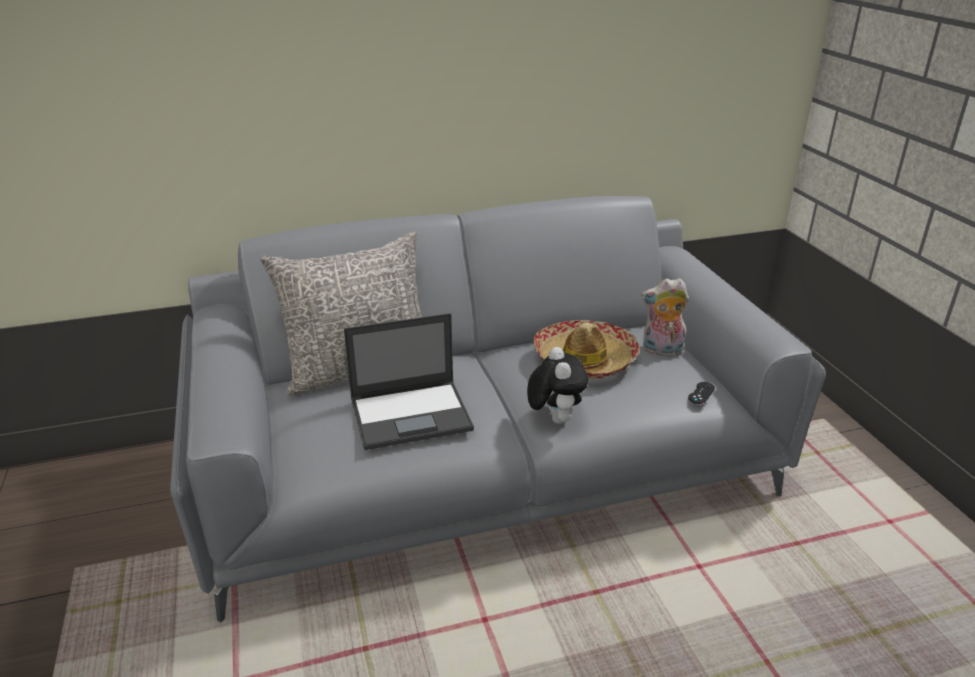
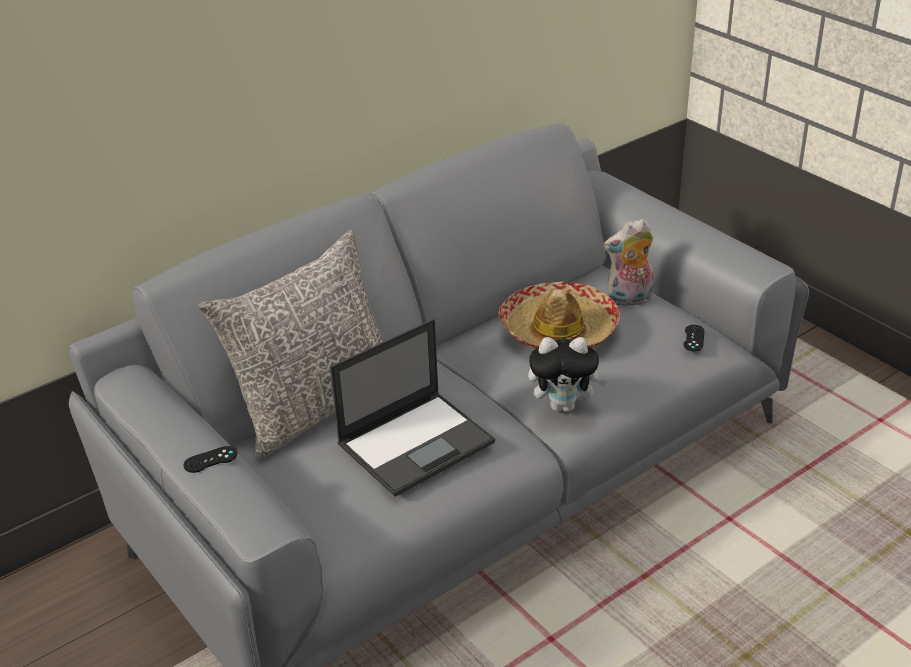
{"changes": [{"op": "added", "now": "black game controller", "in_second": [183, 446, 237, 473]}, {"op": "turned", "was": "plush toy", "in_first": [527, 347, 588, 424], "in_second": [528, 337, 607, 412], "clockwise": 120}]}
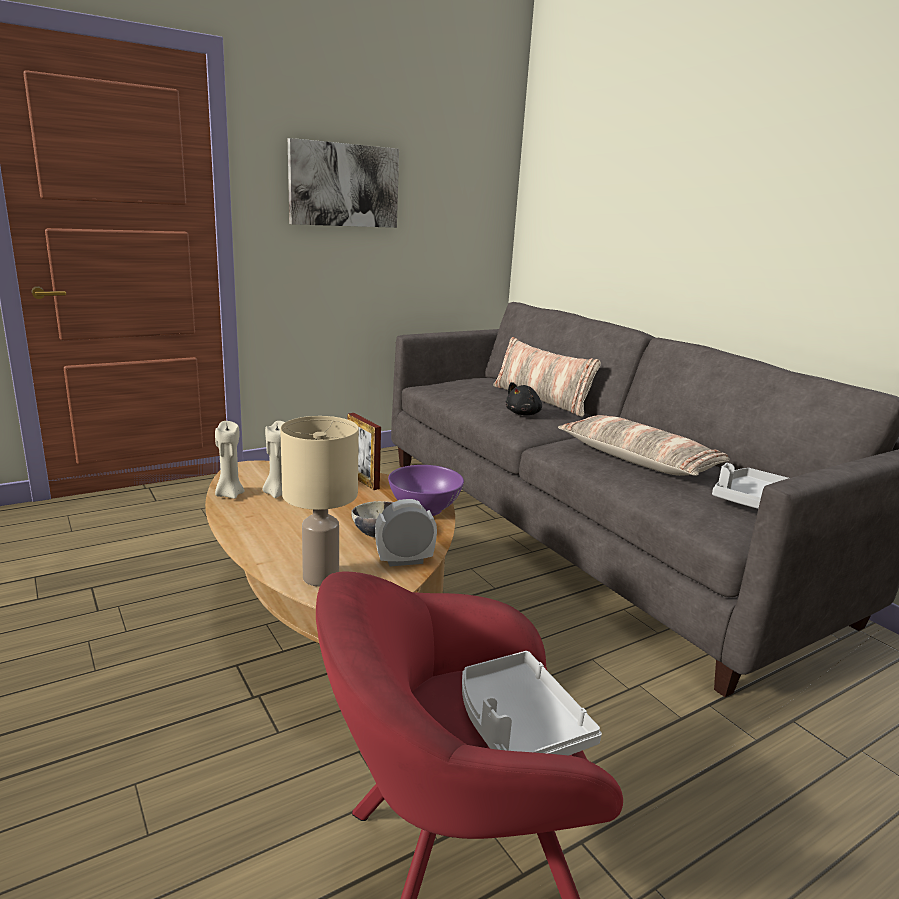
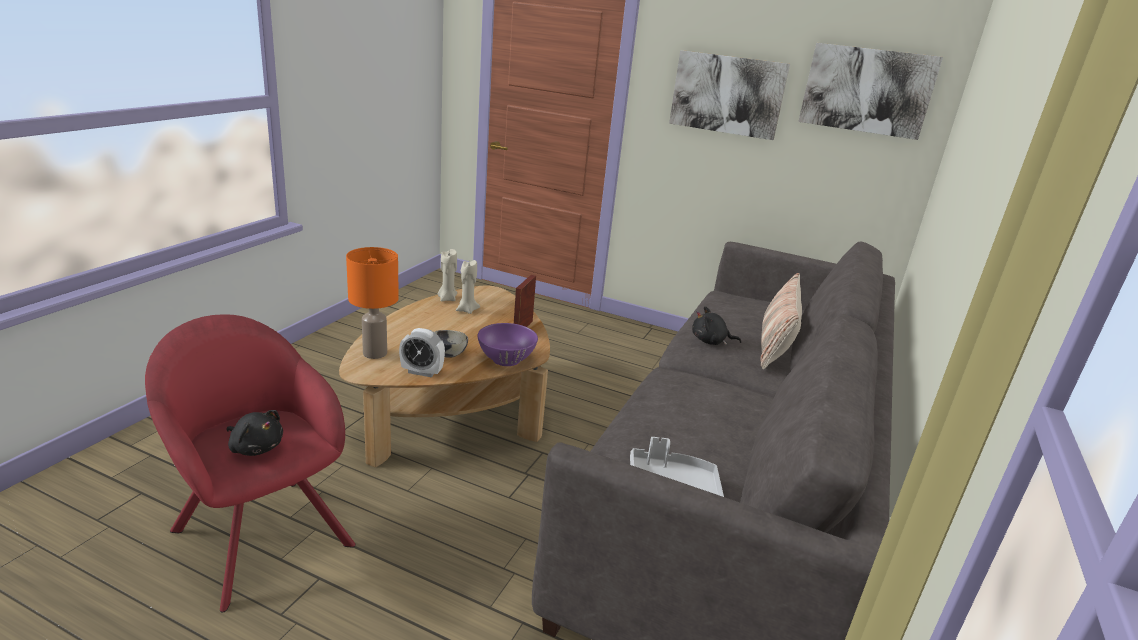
{"changes": [{"op": "removed", "was": "pillow", "in_first": [558, 415, 730, 476]}, {"op": "added", "now": "picture", "in_second": [798, 43, 943, 140]}, {"op": "replaced", "was": "grey tray", "now": "black plush toy", "in_first": [462, 651, 602, 756], "in_second": [227, 410, 283, 456]}, {"op": "recoloured", "was": "beige table lamp", "now": "orange table lamp", "in_first": [280, 416, 359, 586], "in_second": [346, 247, 399, 359]}, {"op": "turned", "was": "alarm clock", "in_first": [375, 499, 437, 567], "in_second": [399, 328, 445, 378], "clockwise": 150}]}
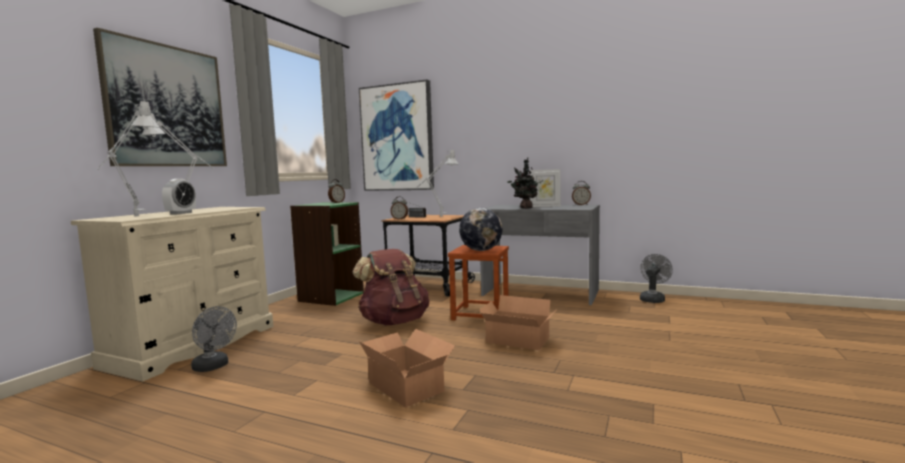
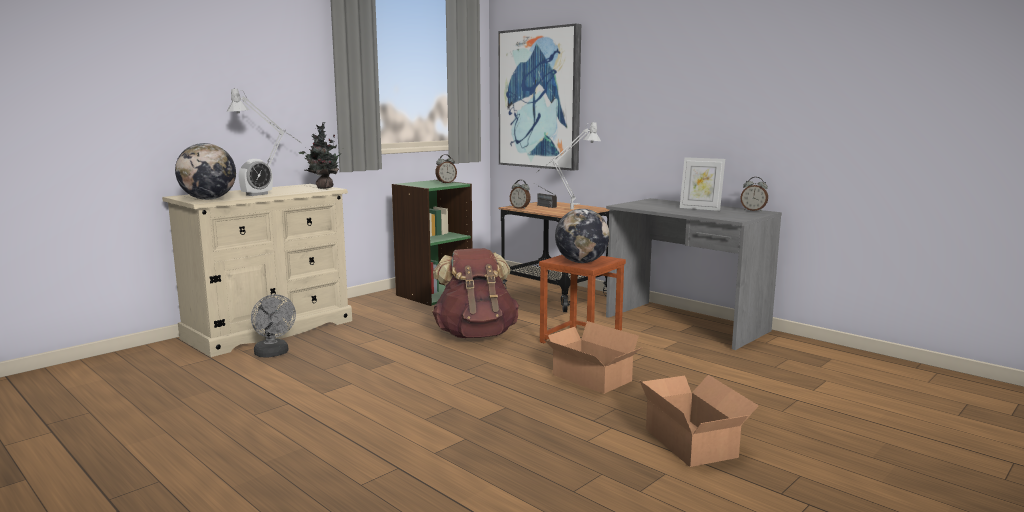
{"changes": [{"op": "removed", "was": "picture", "in_first": [93, 28, 227, 166]}, {"op": "removed", "was": "grey fan", "in_first": [640, 254, 673, 303]}, {"op": "moved", "was": "cardboard box", "in_first": [359, 329, 455, 408], "in_second": [639, 375, 759, 467]}, {"op": "moved", "was": "potted plant", "in_first": [507, 157, 543, 209], "in_second": [299, 122, 341, 189]}, {"op": "replaced", "was": "grey table lamp", "now": "globe", "in_first": [97, 99, 159, 217], "in_second": [175, 143, 236, 200]}]}
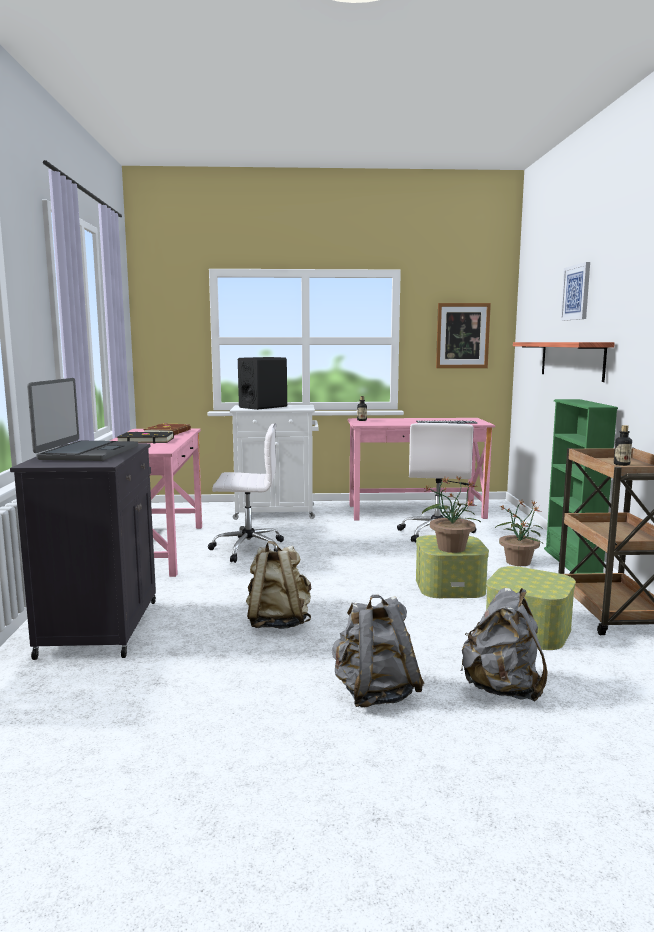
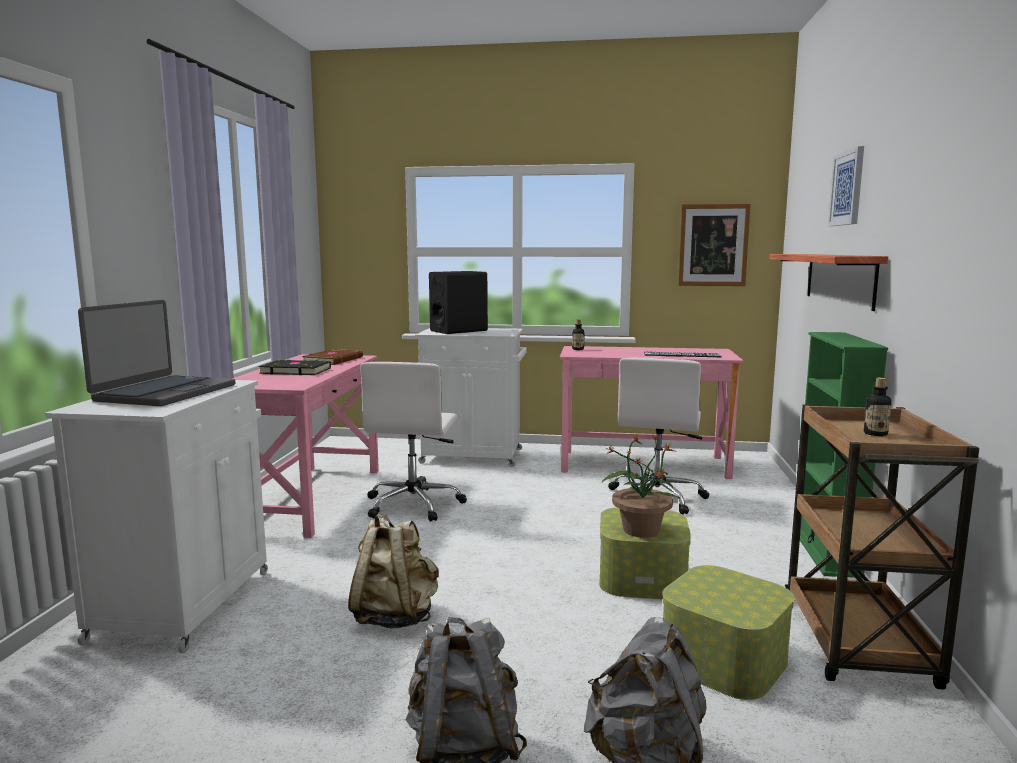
{"changes": [{"op": "removed", "was": "potted plant", "in_first": [494, 500, 542, 566]}, {"op": "recoloured", "was": "black cabinet", "now": "white cabinet", "in_first": [10, 443, 156, 660], "in_second": [45, 380, 268, 653]}, {"op": "turned", "was": "white office chair", "in_first": [208, 423, 284, 563], "in_second": [360, 362, 467, 522], "clockwise": 90}]}
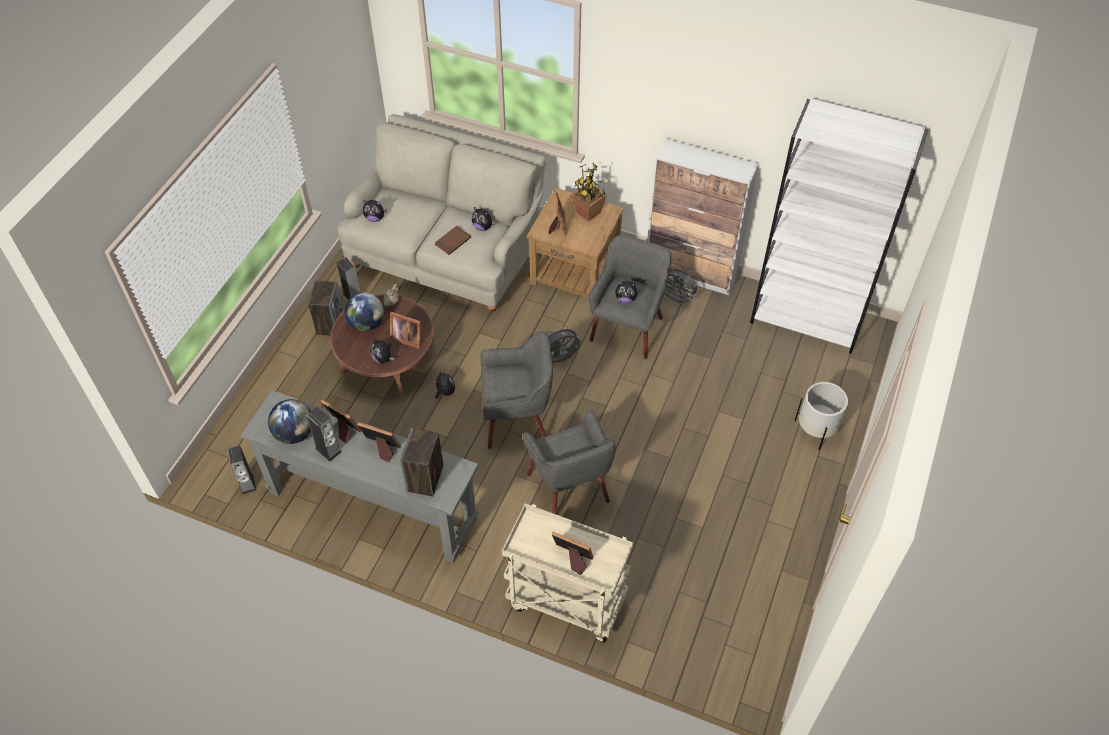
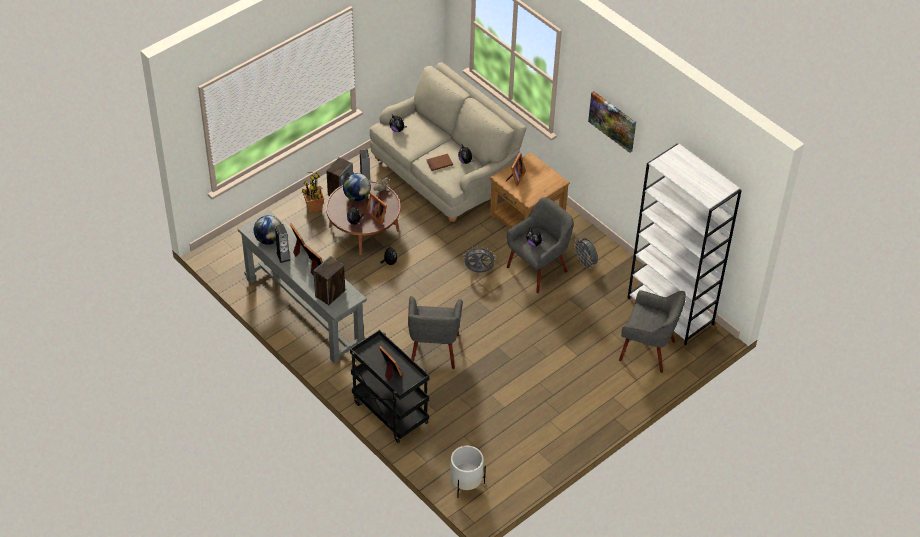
{"changes": [{"op": "removed", "was": "speaker", "in_first": [228, 446, 257, 495]}, {"op": "removed", "was": "cabinet", "in_first": [647, 138, 759, 295]}, {"op": "added", "now": "picture", "in_second": [588, 91, 636, 153]}, {"op": "moved", "was": "grey armchair", "in_first": [480, 331, 553, 449], "in_second": [619, 290, 686, 373]}, {"op": "moved", "was": "potted plant", "in_first": [571, 163, 607, 222], "in_second": [302, 172, 324, 213]}, {"op": "moved", "was": "white planter", "in_first": [795, 382, 848, 450], "in_second": [450, 446, 486, 498]}, {"op": "recoloured", "was": "beige cart", "now": "black cart", "in_first": [502, 504, 633, 643], "in_second": [350, 330, 429, 444]}]}
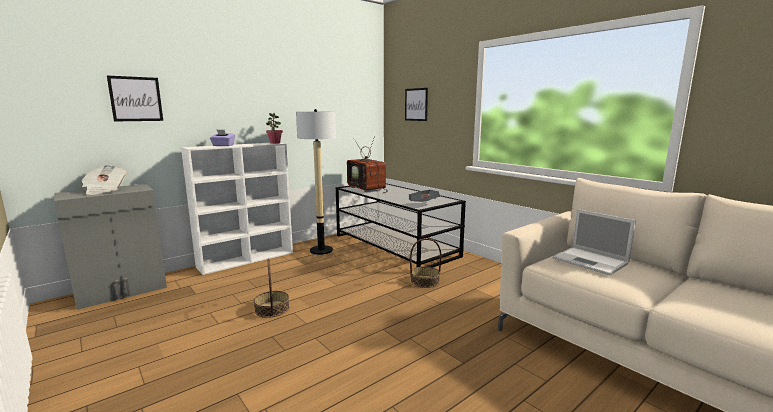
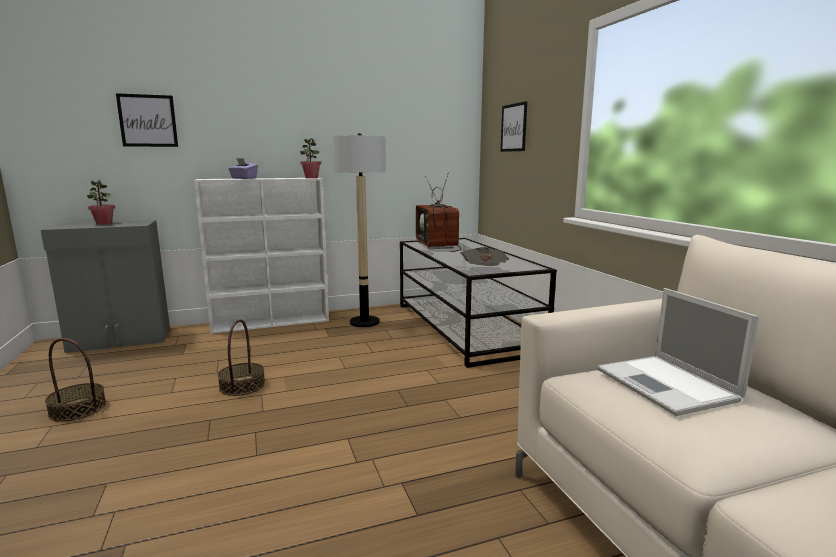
{"changes": [{"op": "moved", "was": "basket", "in_first": [410, 238, 441, 288], "in_second": [45, 338, 106, 422]}, {"op": "replaced", "was": "newspaper", "now": "potted plant", "in_first": [81, 165, 127, 195], "in_second": [87, 180, 115, 225]}]}
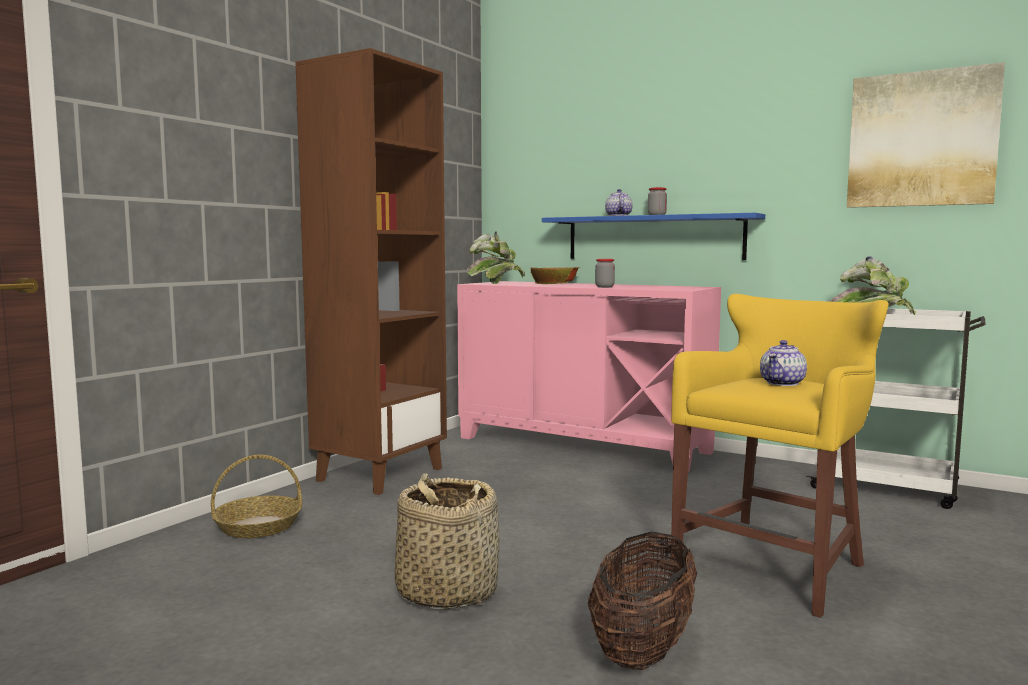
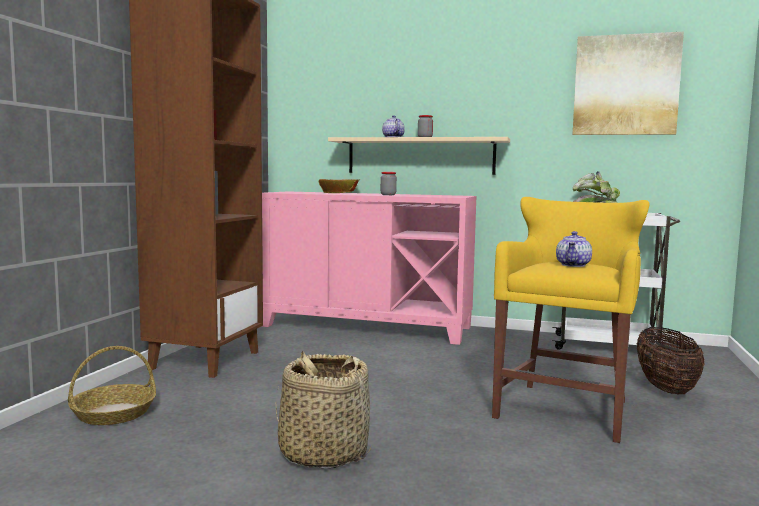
{"changes": [{"op": "removed", "was": "potted plant", "in_first": [467, 232, 525, 284]}, {"op": "moved", "was": "basket", "in_first": [588, 531, 697, 670], "in_second": [636, 327, 705, 395]}, {"op": "recoloured", "was": "blue shelf", "now": "beige shelf", "in_first": [542, 213, 765, 260], "in_second": [328, 137, 510, 175]}]}
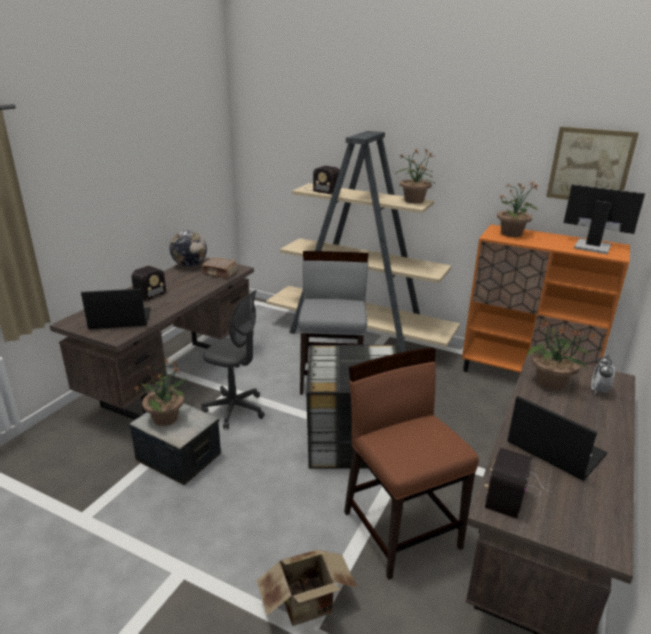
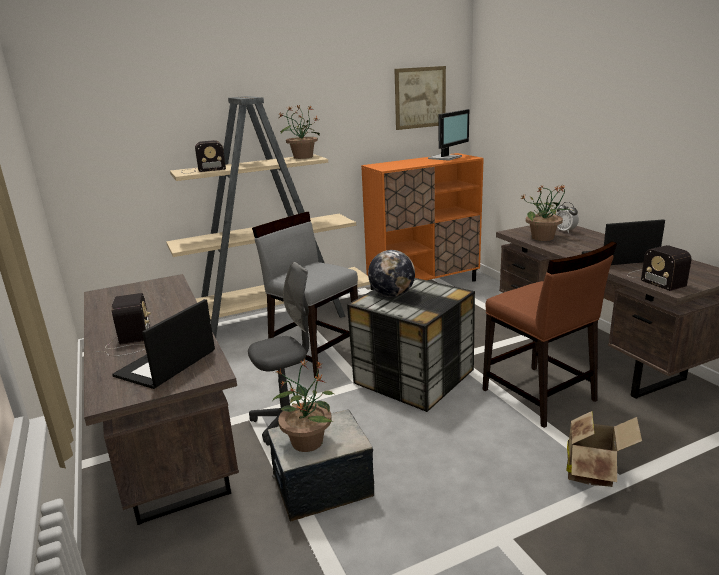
{"changes": [{"op": "removed", "was": "brown book", "in_first": [201, 258, 238, 279]}, {"op": "removed", "was": "potted plant", "in_first": [497, 182, 538, 237]}, {"op": "moved", "was": "globe", "in_first": [170, 230, 207, 267], "in_second": [368, 250, 415, 297]}, {"op": "turned", "was": "brown chair", "in_first": [344, 347, 479, 580], "in_second": [482, 241, 617, 428], "clockwise": -135}, {"op": "turned", "was": "monitor", "in_first": [564, 184, 645, 254], "in_second": [428, 109, 469, 161], "clockwise": 150}]}
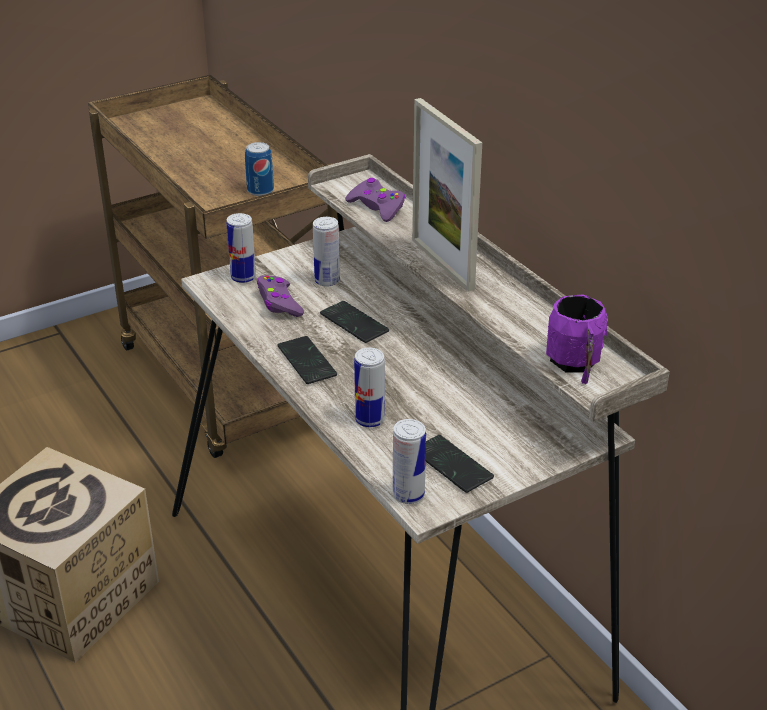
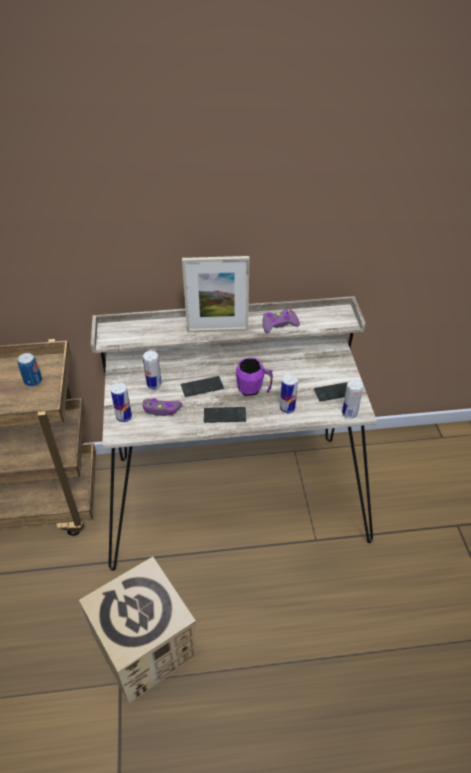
{"changes": [{"op": "moved", "was": "purple game controller", "in_first": [345, 178, 406, 222], "in_second": [263, 308, 300, 333]}, {"op": "moved", "was": "purple mug", "in_first": [546, 294, 608, 384], "in_second": [236, 357, 273, 396]}]}
